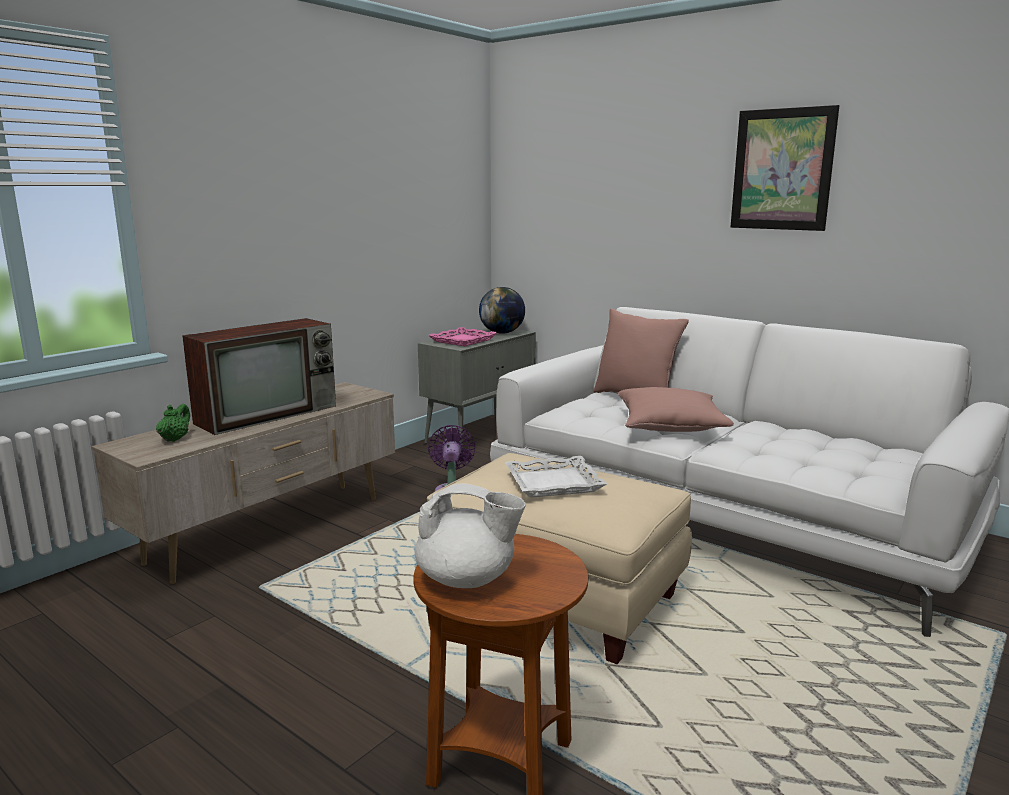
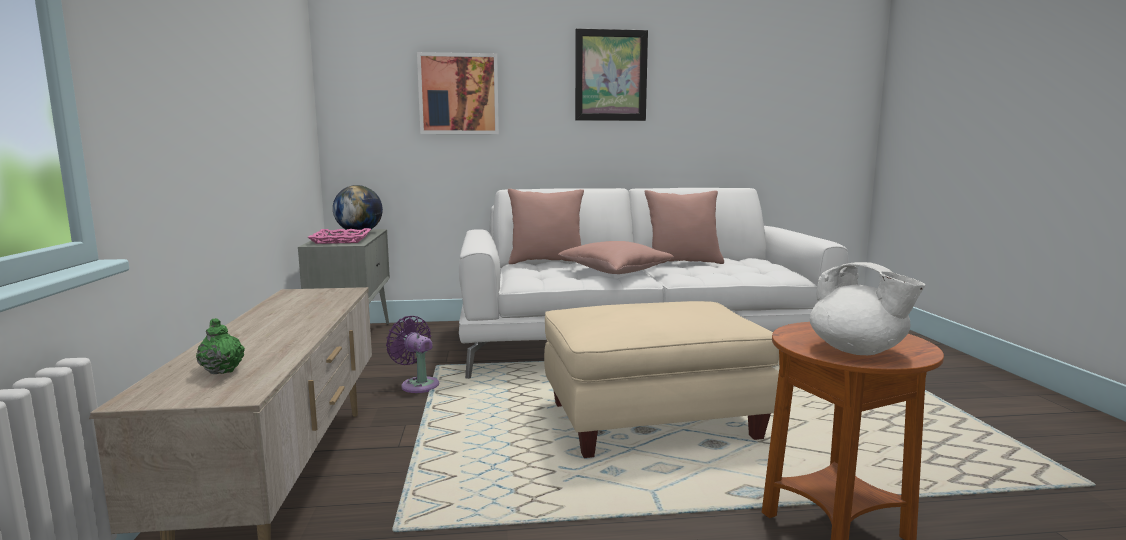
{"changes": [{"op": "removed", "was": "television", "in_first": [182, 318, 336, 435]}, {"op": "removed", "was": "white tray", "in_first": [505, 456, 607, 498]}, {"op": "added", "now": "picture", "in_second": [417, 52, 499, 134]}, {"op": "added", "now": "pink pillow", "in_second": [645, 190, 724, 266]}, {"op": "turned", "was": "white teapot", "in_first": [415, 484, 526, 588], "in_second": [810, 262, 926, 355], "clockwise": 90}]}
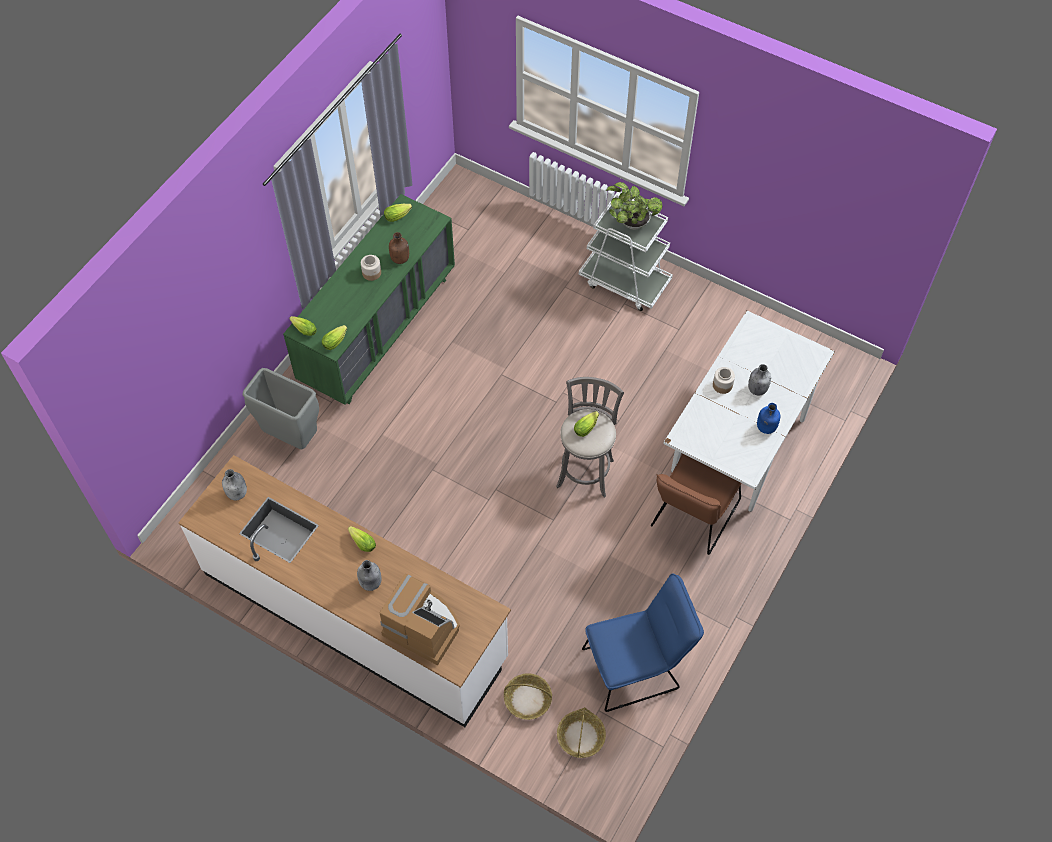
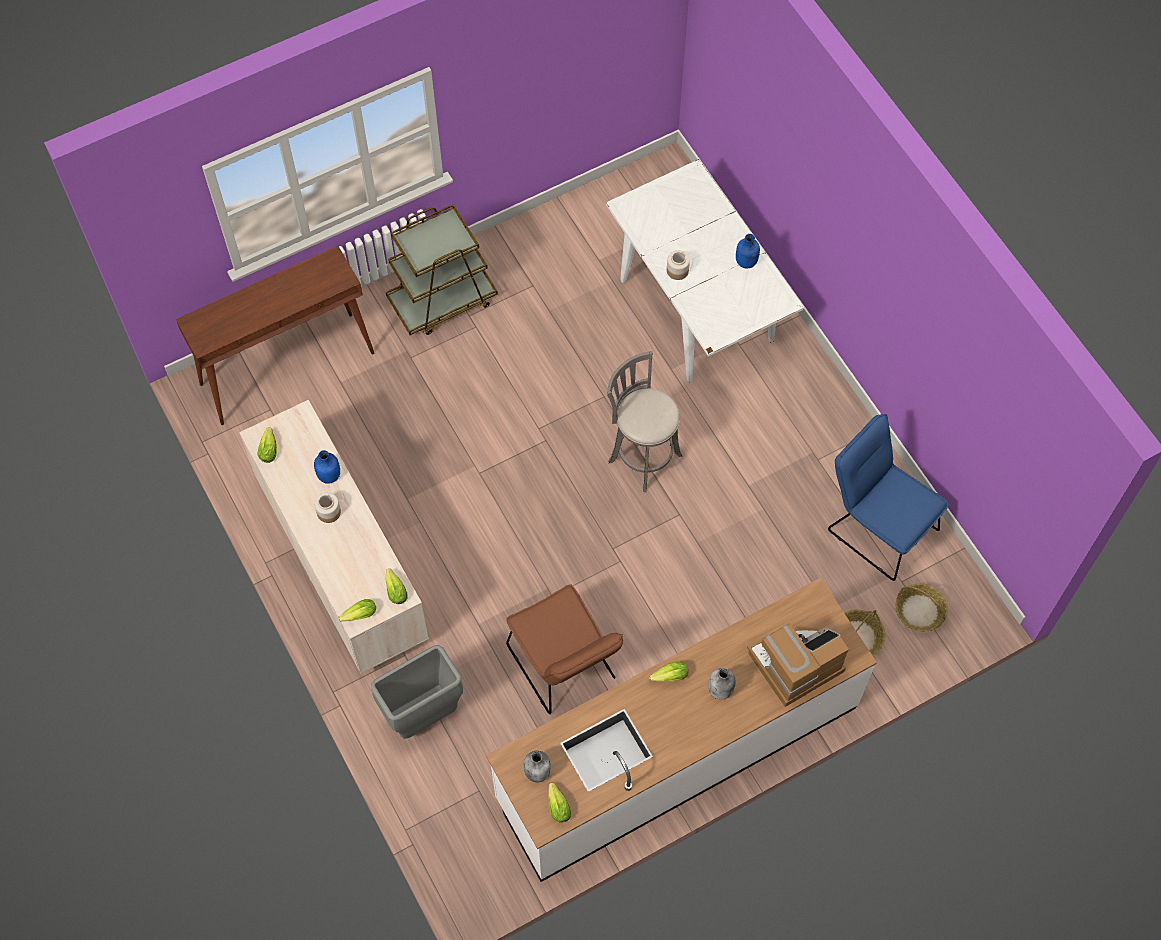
{"changes": [{"op": "removed", "was": "potted plant", "in_first": [606, 182, 662, 230]}, {"op": "removed", "was": "grey bottle", "in_first": [748, 364, 771, 395]}, {"op": "added", "now": "brown console table", "in_second": [176, 246, 374, 425]}, {"op": "moved", "was": "lettuce", "in_first": [574, 411, 599, 437], "in_second": [548, 783, 571, 822]}, {"op": "moved", "was": "brown chair", "in_first": [651, 454, 742, 555], "in_second": [506, 584, 623, 714]}, {"op": "recoloured", "was": "green dresser", "now": "beige dresser", "in_first": [283, 194, 455, 405], "in_second": [239, 400, 429, 674]}, {"op": "recoloured", "was": "brown bottle", "now": "blue bottle", "in_first": [389, 232, 409, 264], "in_second": [314, 450, 340, 484]}, {"op": "recoloured", "was": "white cart", "now": "brown cart", "in_first": [579, 194, 673, 311], "in_second": [386, 204, 498, 335]}, {"op": "turned", "was": "blue chair", "in_first": [582, 573, 704, 712], "in_second": [828, 414, 949, 581], "clockwise": -60}]}
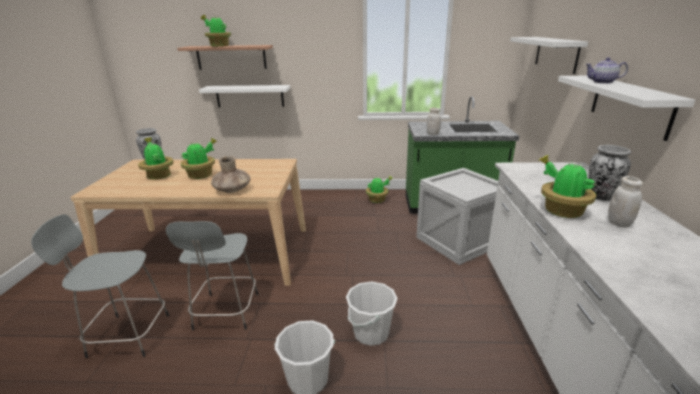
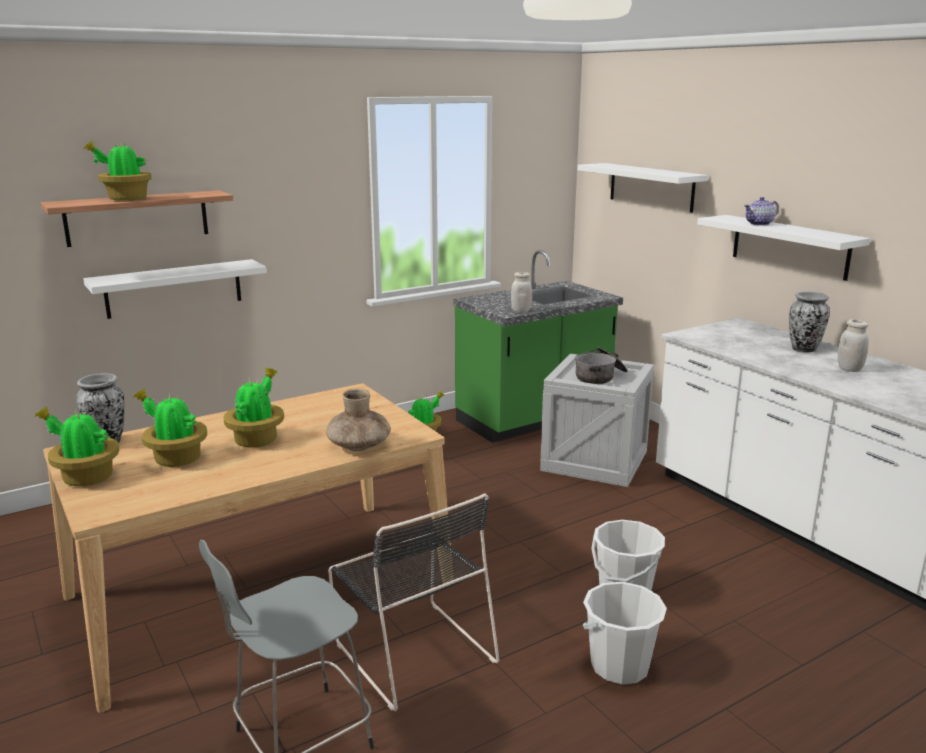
{"changes": [{"op": "added", "now": "cooking pot", "in_second": [575, 348, 628, 384]}, {"op": "moved", "was": "potted plant", "in_first": [539, 155, 597, 218], "in_second": [35, 406, 120, 487]}, {"op": "replaced", "was": "grey stool", "now": "black chair", "in_first": [166, 221, 258, 330], "in_second": [328, 493, 499, 711]}]}
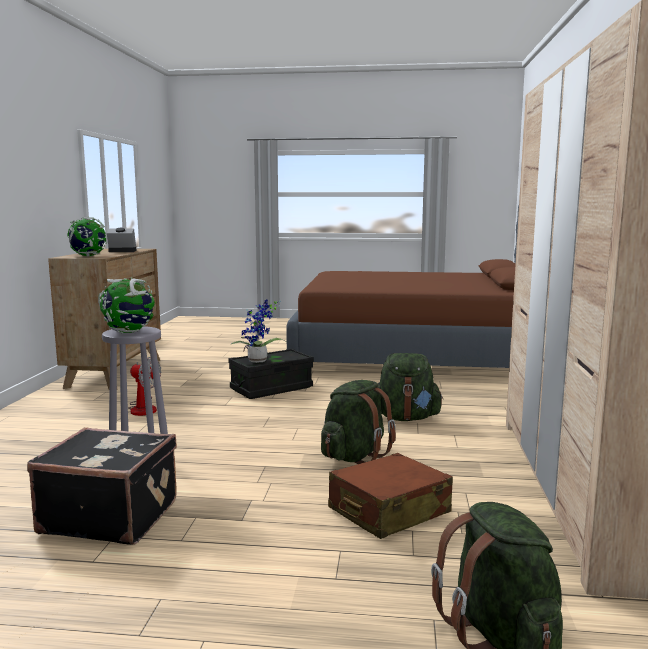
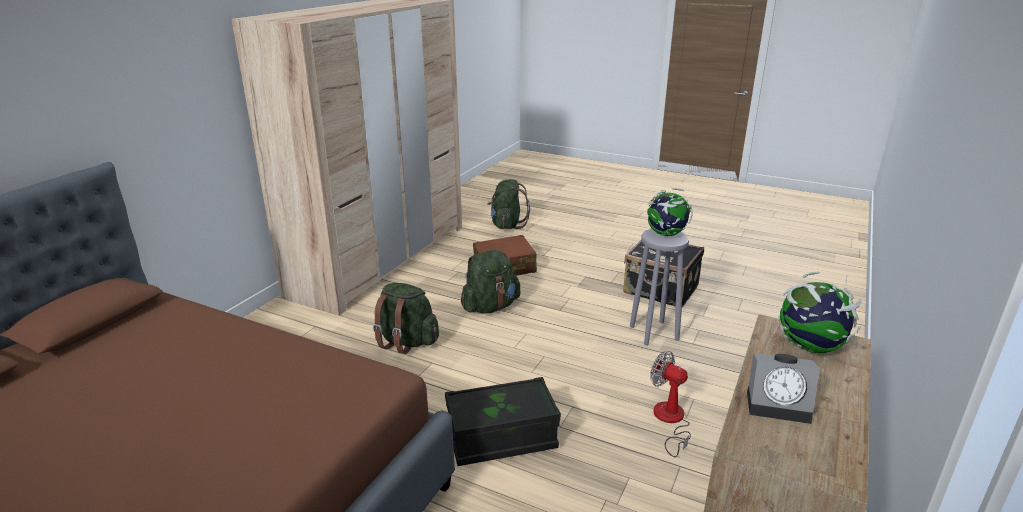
{"changes": [{"op": "removed", "was": "potted plant", "in_first": [230, 299, 287, 363]}]}
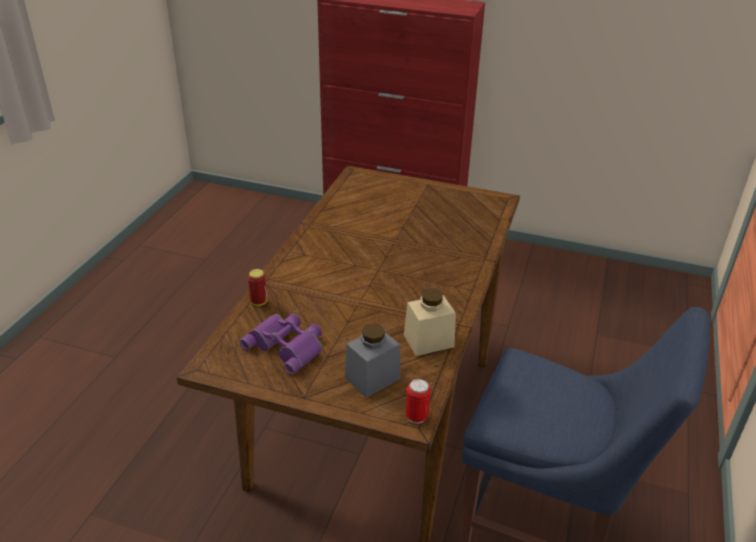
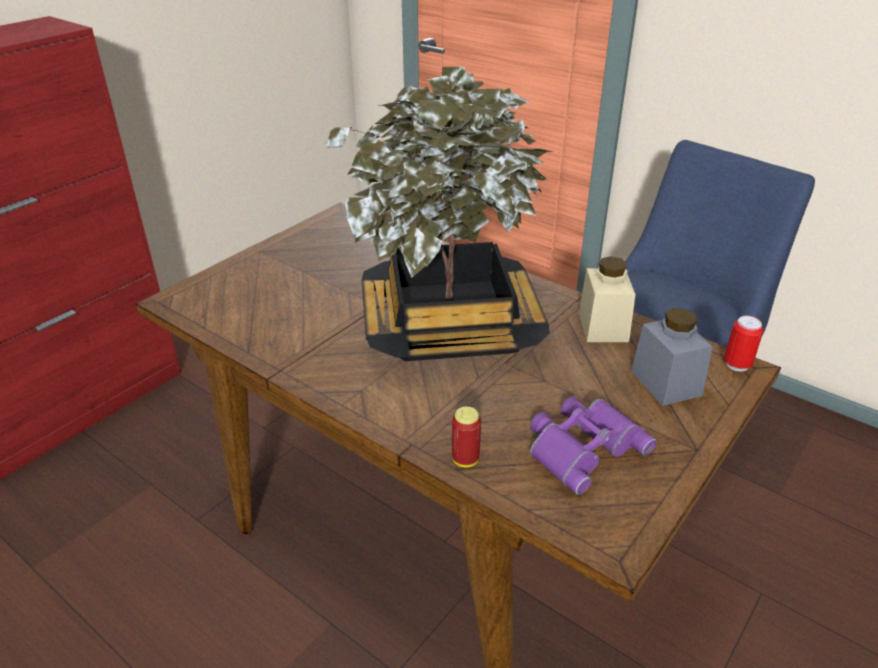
{"changes": [{"op": "added", "now": "potted plant", "in_second": [325, 67, 554, 361]}]}
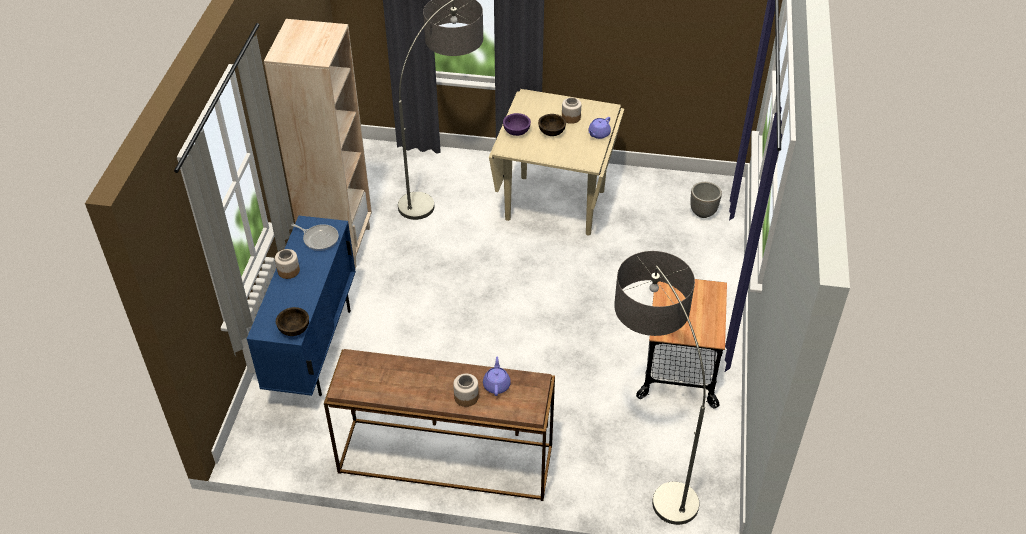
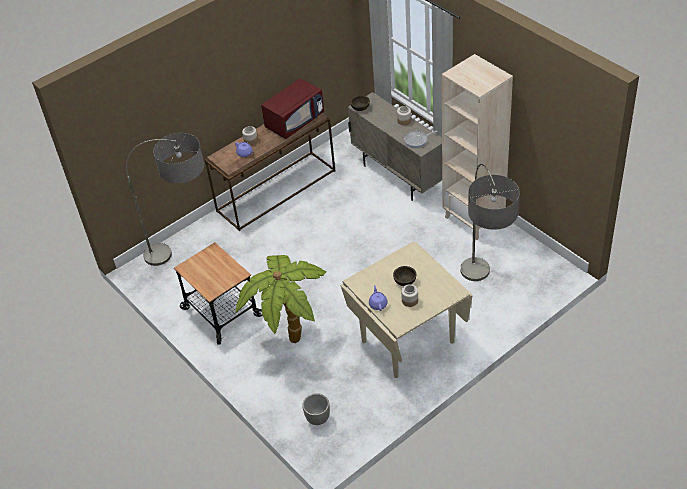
{"changes": [{"op": "removed", "was": "purple bowl", "in_first": [503, 113, 531, 136]}, {"op": "added", "now": "potted plant", "in_second": [235, 255, 326, 343]}, {"op": "added", "now": "red microwave", "in_second": [261, 78, 324, 139]}, {"op": "recoloured", "was": "blue cabinet", "now": "beige cabinet", "in_first": [247, 216, 356, 396], "in_second": [348, 92, 442, 201]}]}
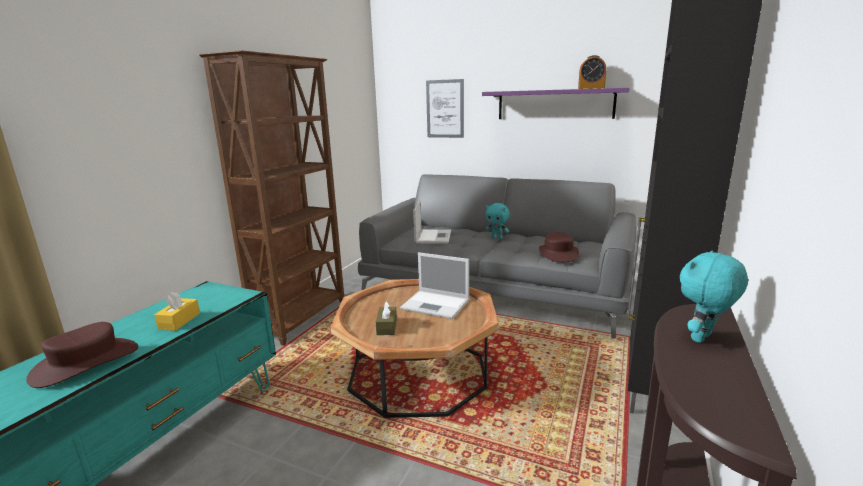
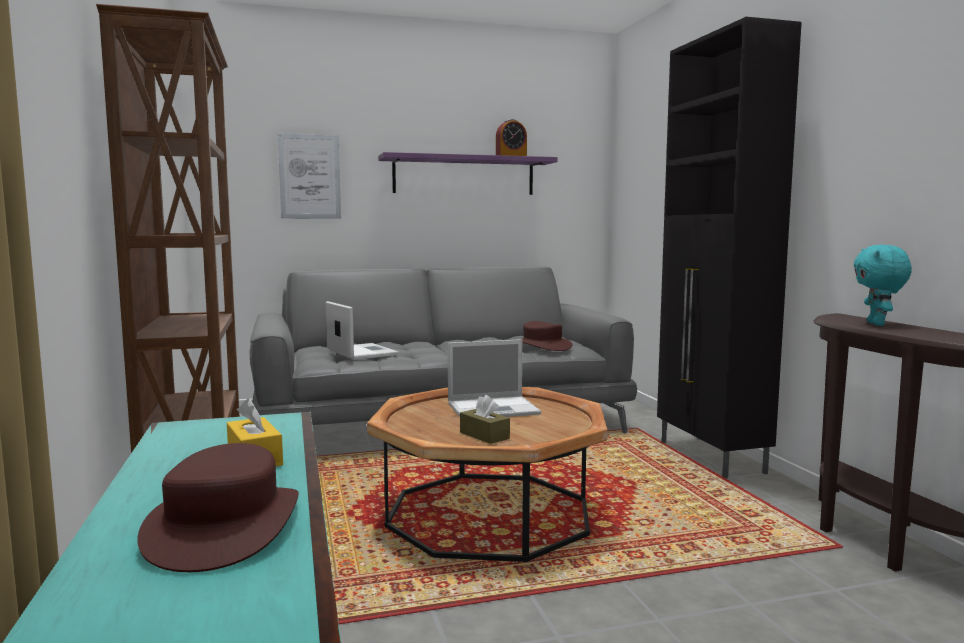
{"changes": [{"op": "removed", "was": "turquoise plush toy", "in_first": [485, 203, 510, 239]}]}
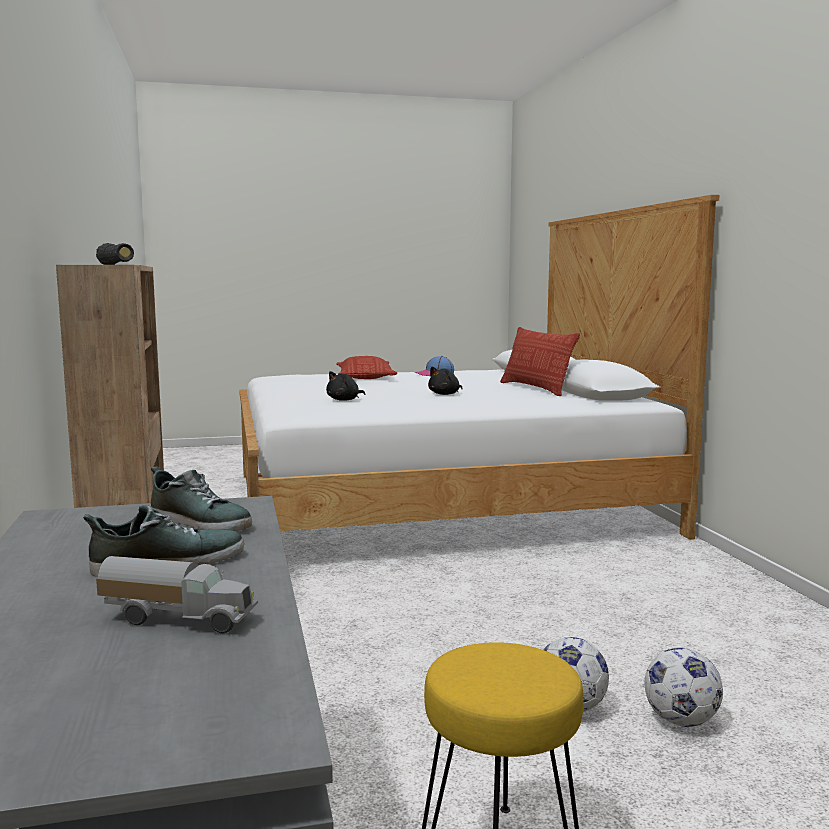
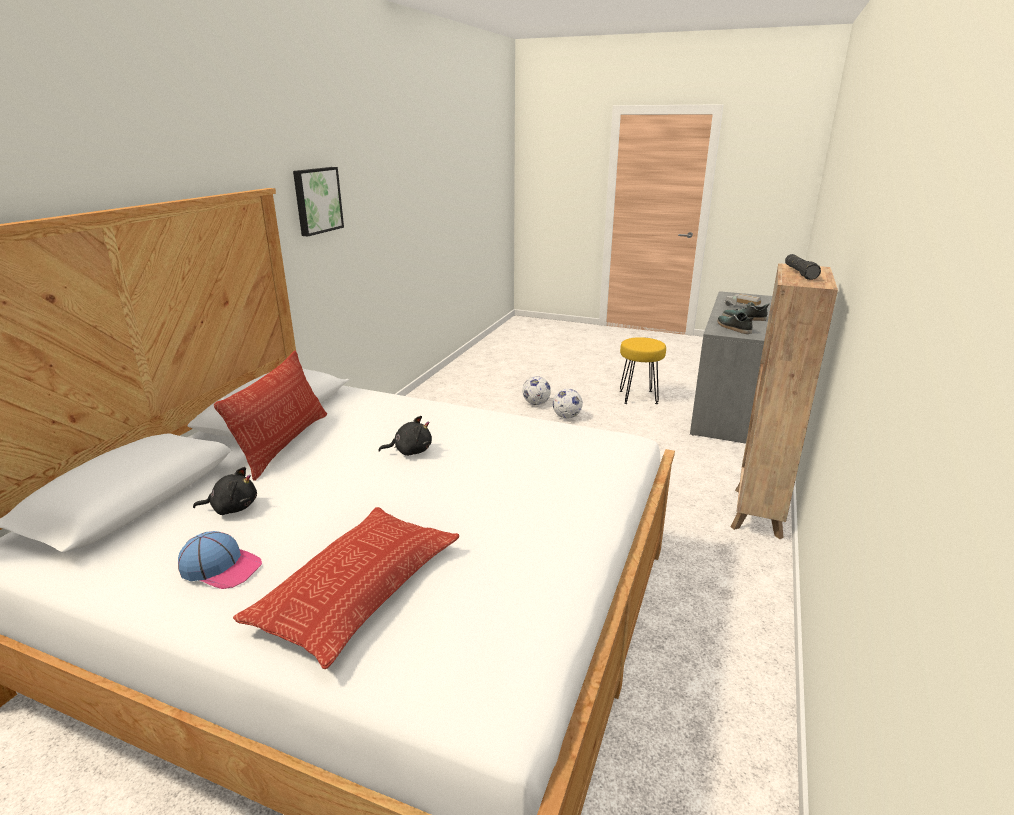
{"changes": [{"op": "added", "now": "picture", "in_second": [293, 167, 344, 236]}, {"op": "moved", "was": "black plush toy", "in_first": [326, 371, 365, 401], "in_second": [193, 467, 257, 515]}]}
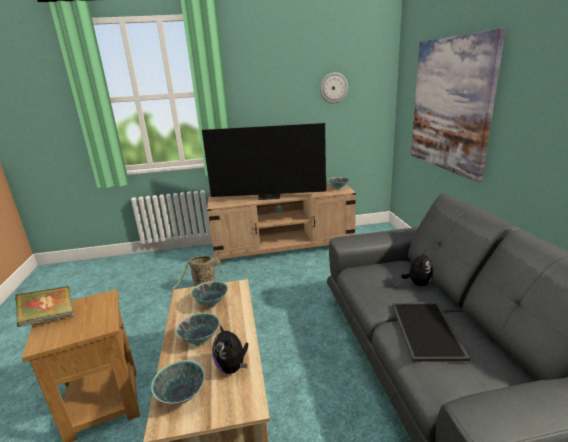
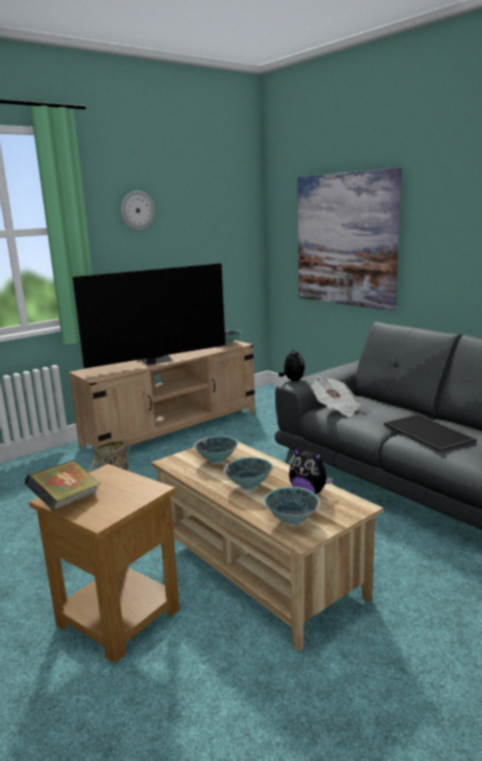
{"changes": [{"op": "added", "now": "newspaper", "in_second": [311, 377, 360, 416]}, {"op": "moved", "was": "wall clock", "in_first": [320, 72, 348, 103], "in_second": [121, 191, 155, 231]}, {"op": "moved", "was": "plush toy", "in_first": [401, 250, 434, 286], "in_second": [278, 349, 305, 381]}]}
